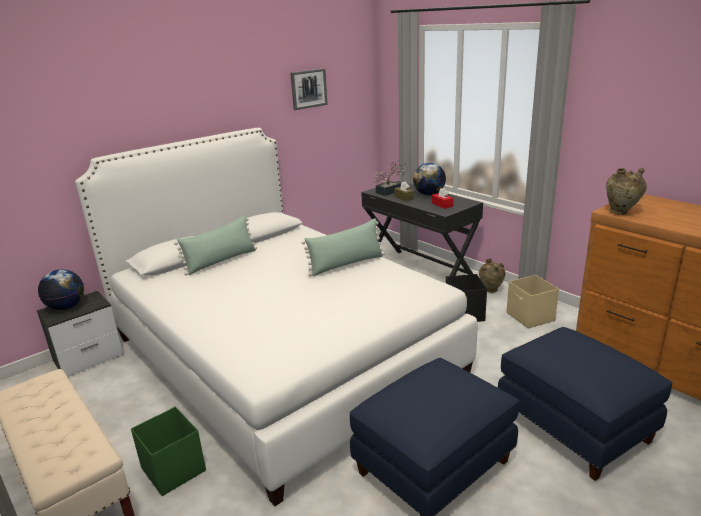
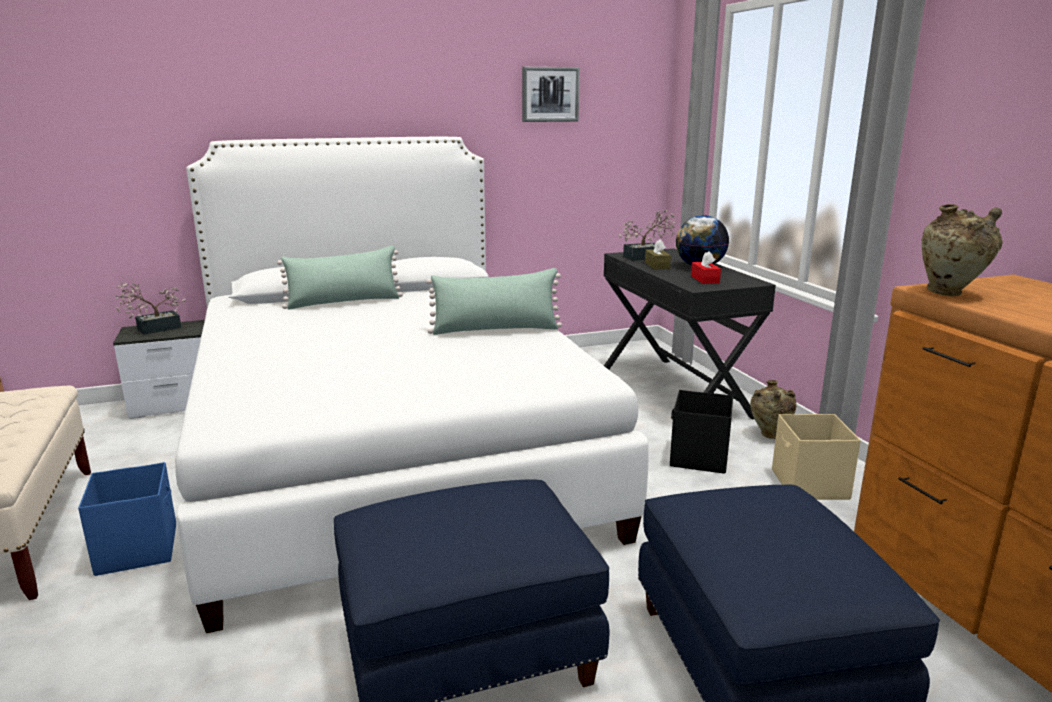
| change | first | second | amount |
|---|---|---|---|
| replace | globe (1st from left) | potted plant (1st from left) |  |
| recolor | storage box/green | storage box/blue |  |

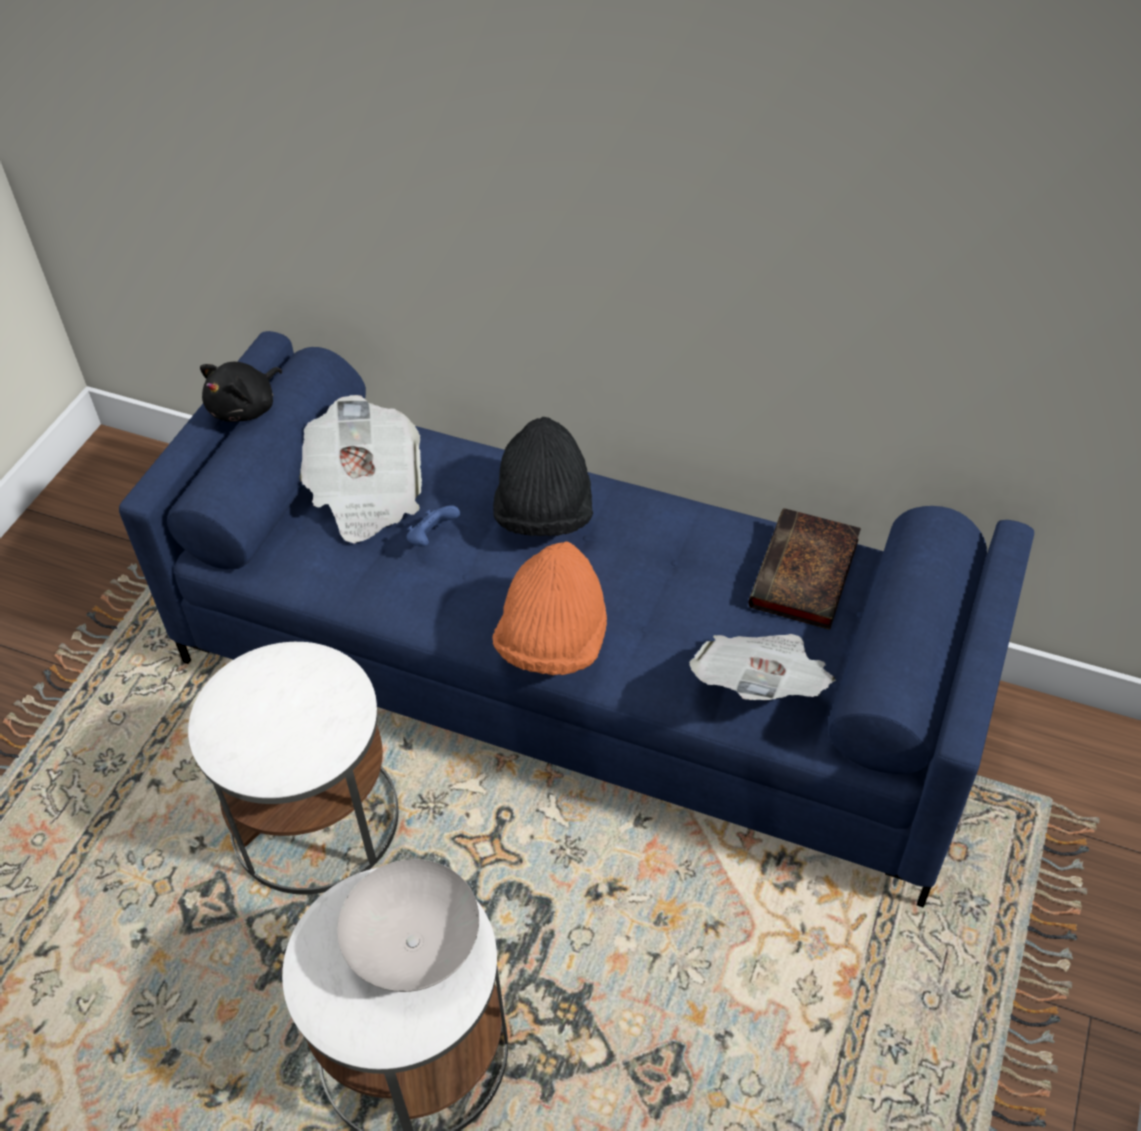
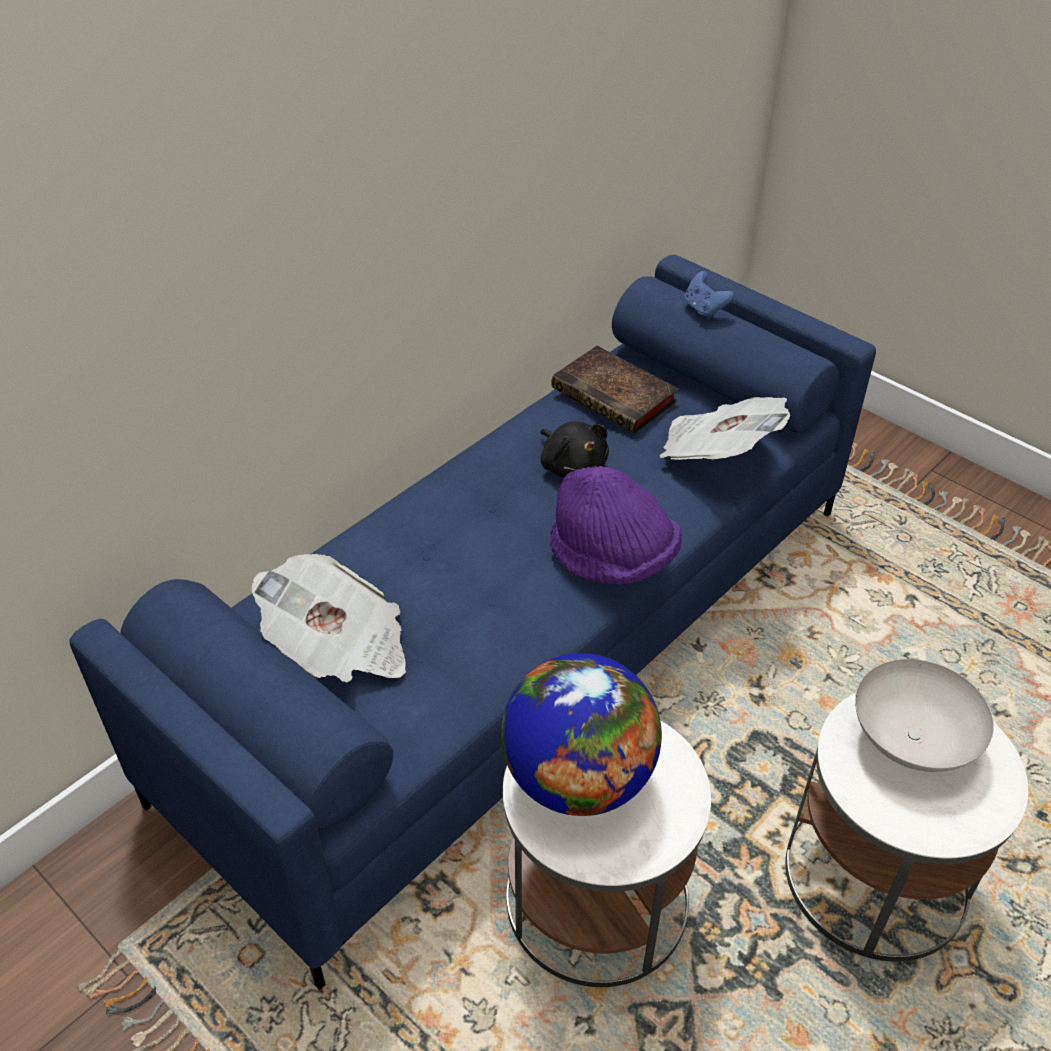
| change | first | second | amount |
|---|---|---|---|
| move | plush toy/black |  |  |
| delete | hat/black |  |  |
| move | game controller/blue |  |  |
| recolor | hat/orange | hat/purple |  |
| insert |  | globe |  |

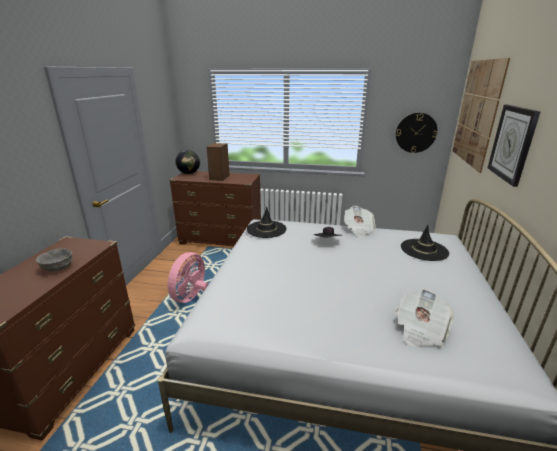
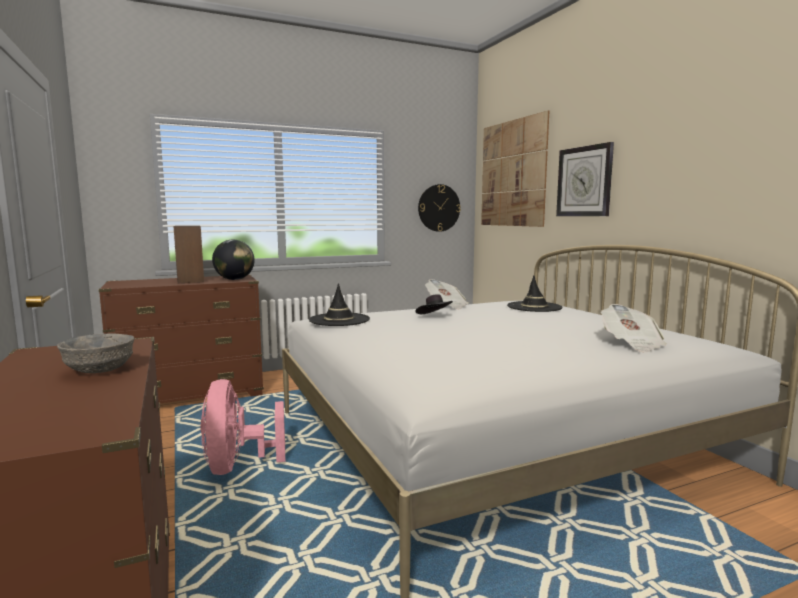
| change | first | second | amount |
|---|---|---|---|
| move | globe |  |  |

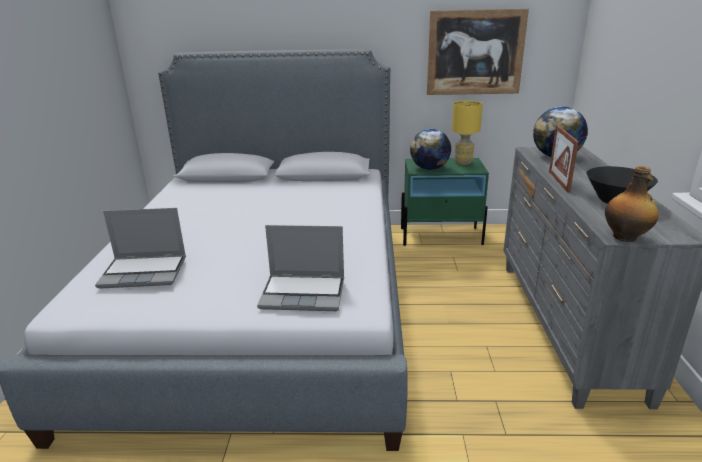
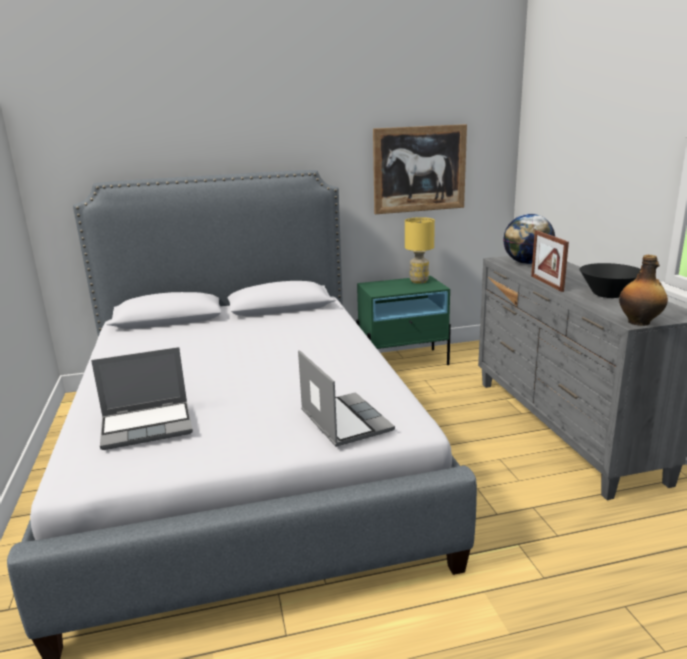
| change | first | second | amount |
|---|---|---|---|
| delete | globe (1st from left) |  |  |
| rotate | laptop (2nd from left) |  | 105 degrees counterclockwise |

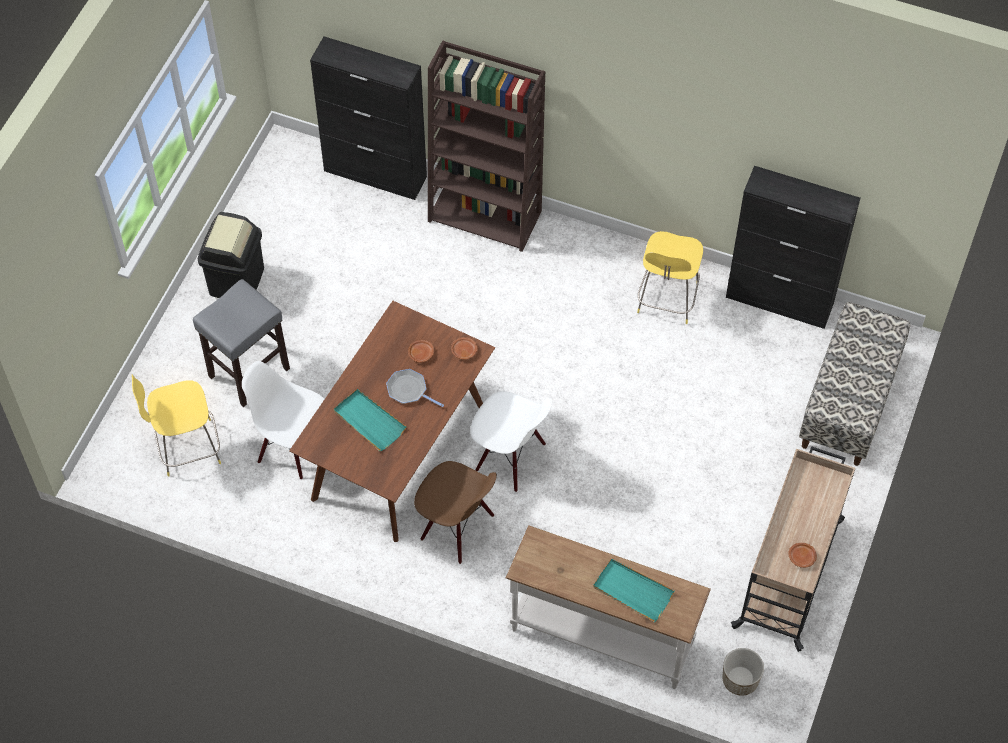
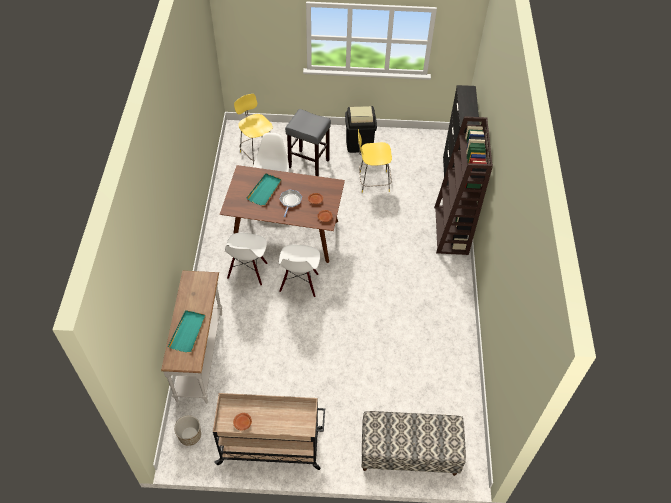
| change | first | second | amount |
|---|---|---|---|
| delete | cabinet/black (2nd from left) |  |  |
| move | stool/yellow (2nd from left) |  |  |
| recolor | chair/brown | chair/white (1st from left) |  |

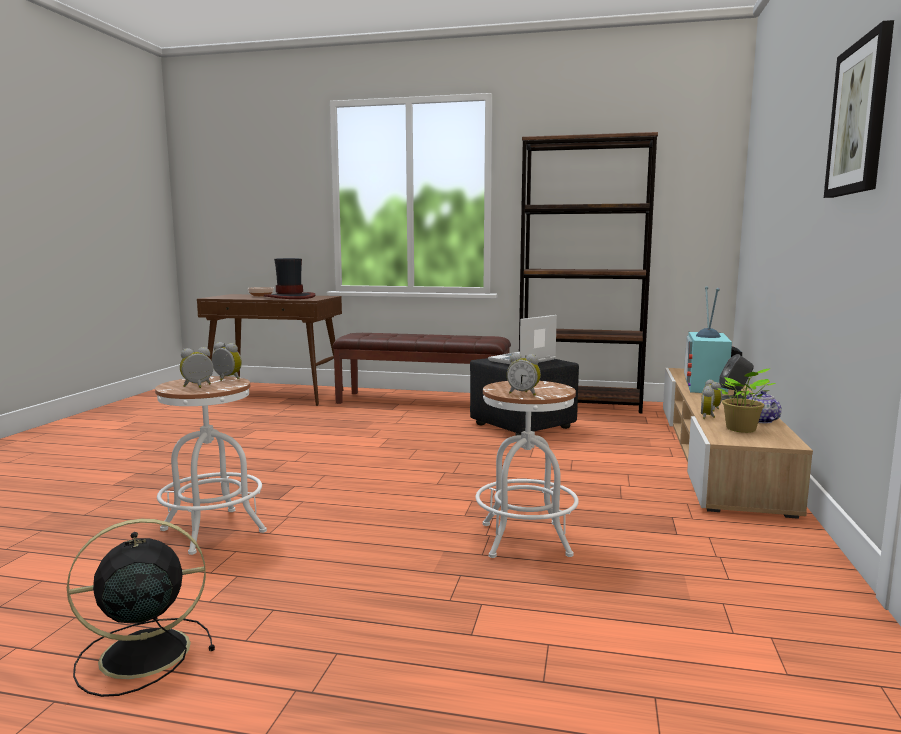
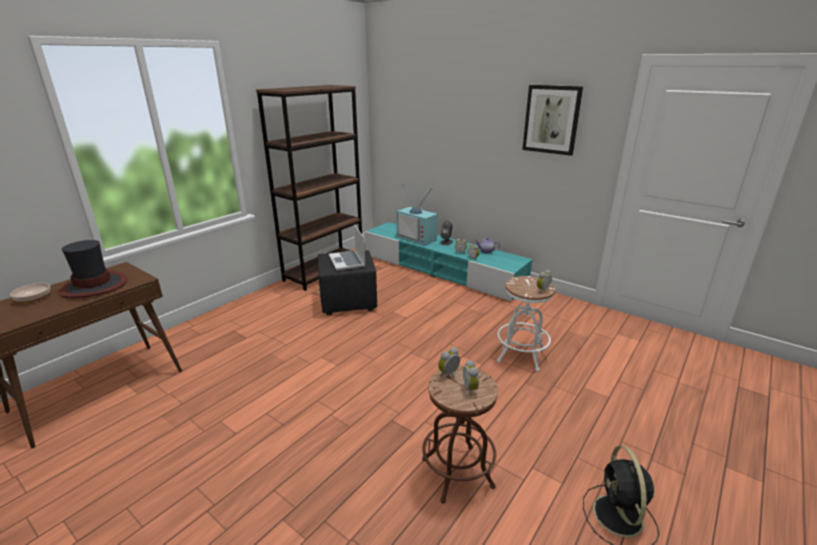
| change | first | second | amount |
|---|---|---|---|
| delete | bench/brown |  |  |
| recolor | tv stand/beige | tv stand/turquoise |  |
| delete | potted plant |  |  |
| recolor | stool/white (1st from left) | stool/brown |  |

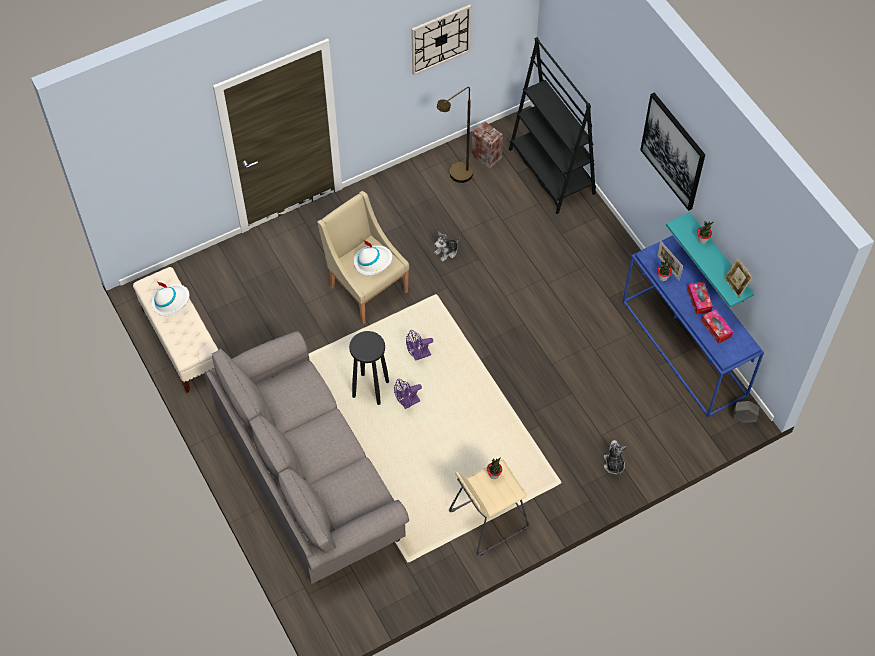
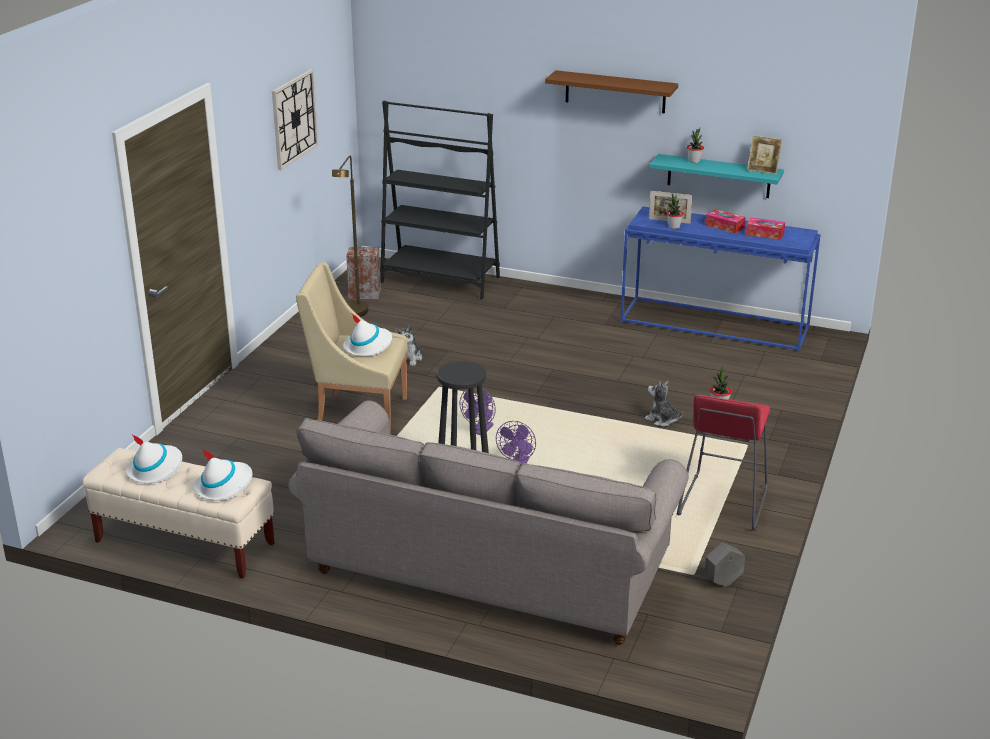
| change | first | second | amount |
|---|---|---|---|
| replace | picture | shelf/brown |  |
| move | planter/grey |  |  |
| move | plush toy (2nd from left) |  |  |
| recolor | stool/beige | stool/red |  |
| insert |  | hat/white (2nd from left) |  |

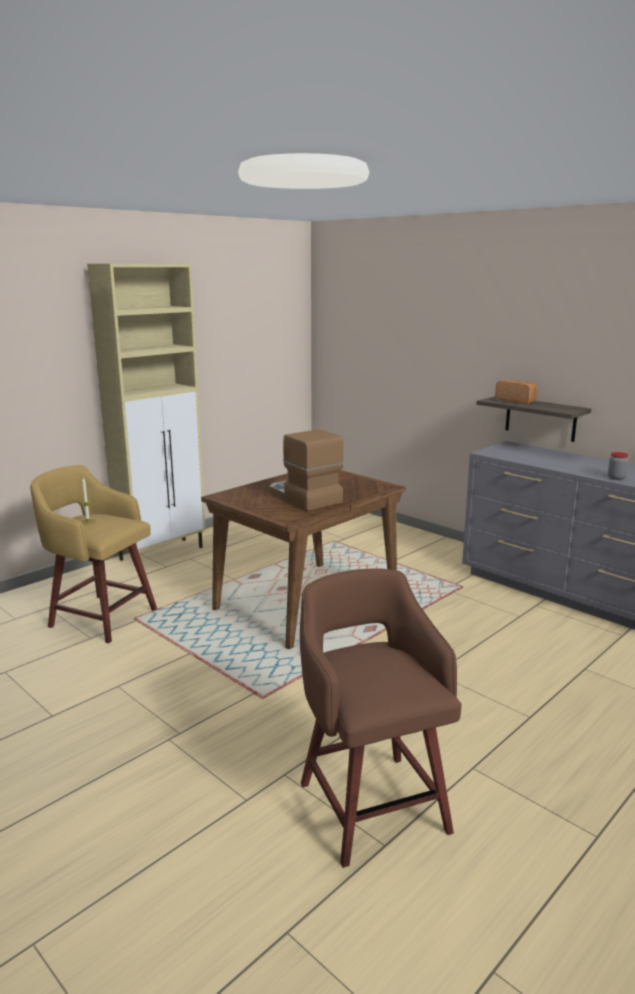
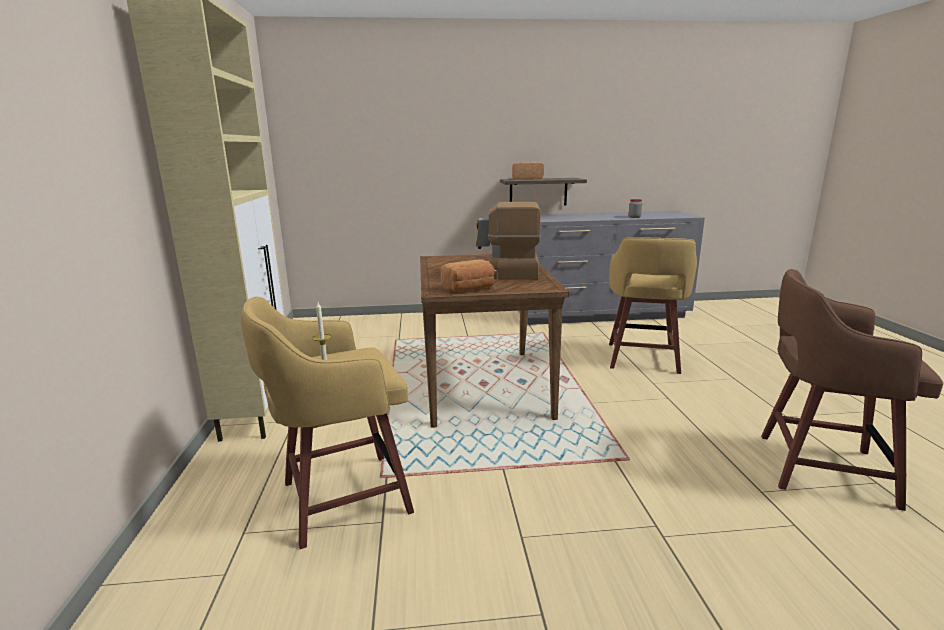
| change | first | second | amount |
|---|---|---|---|
| insert |  | stool/yellow (2nd from left) |  |
| insert |  | bread (1st from left) |  |

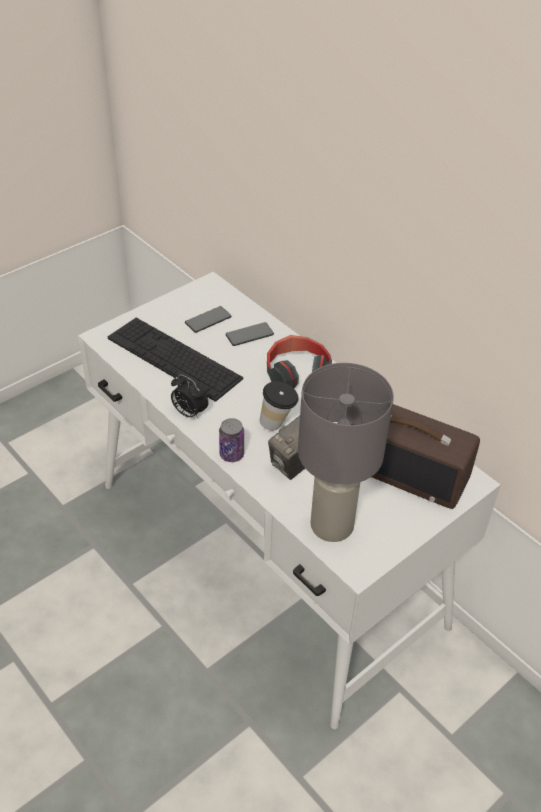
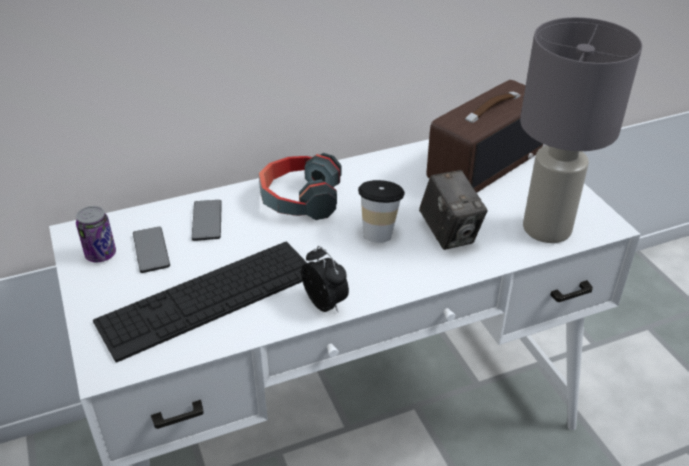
| change | first | second | amount |
|---|---|---|---|
| rotate | alarm clock |  | 90 degrees counterclockwise |
| move | can |  |  |

